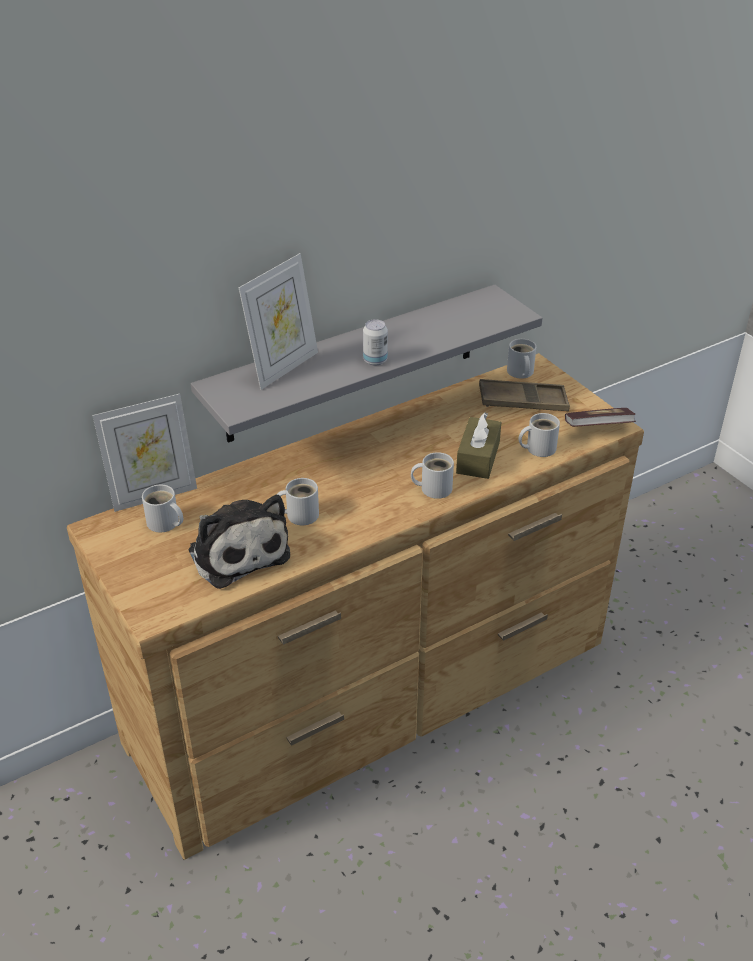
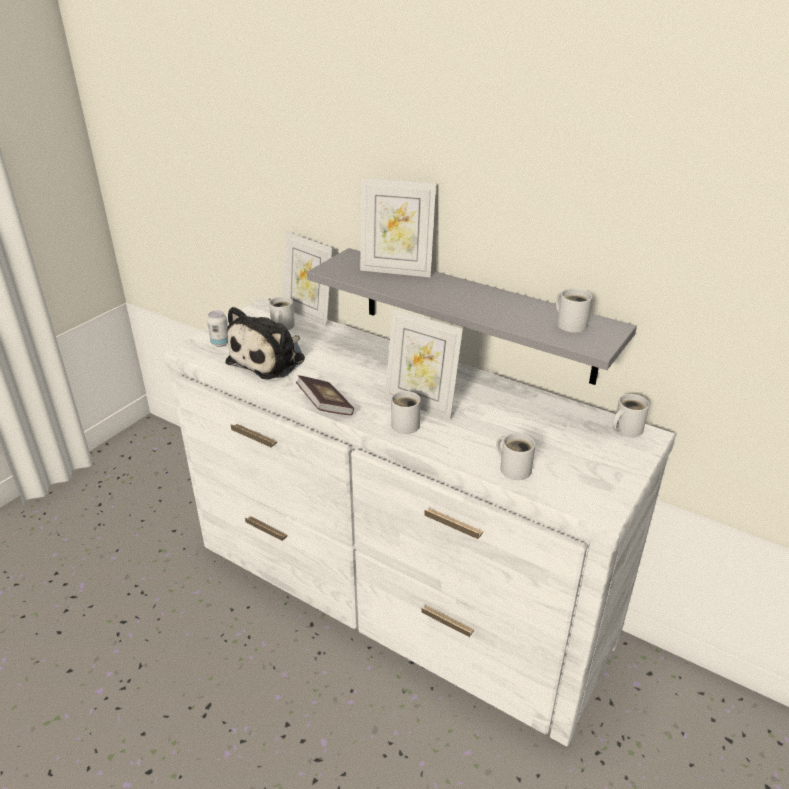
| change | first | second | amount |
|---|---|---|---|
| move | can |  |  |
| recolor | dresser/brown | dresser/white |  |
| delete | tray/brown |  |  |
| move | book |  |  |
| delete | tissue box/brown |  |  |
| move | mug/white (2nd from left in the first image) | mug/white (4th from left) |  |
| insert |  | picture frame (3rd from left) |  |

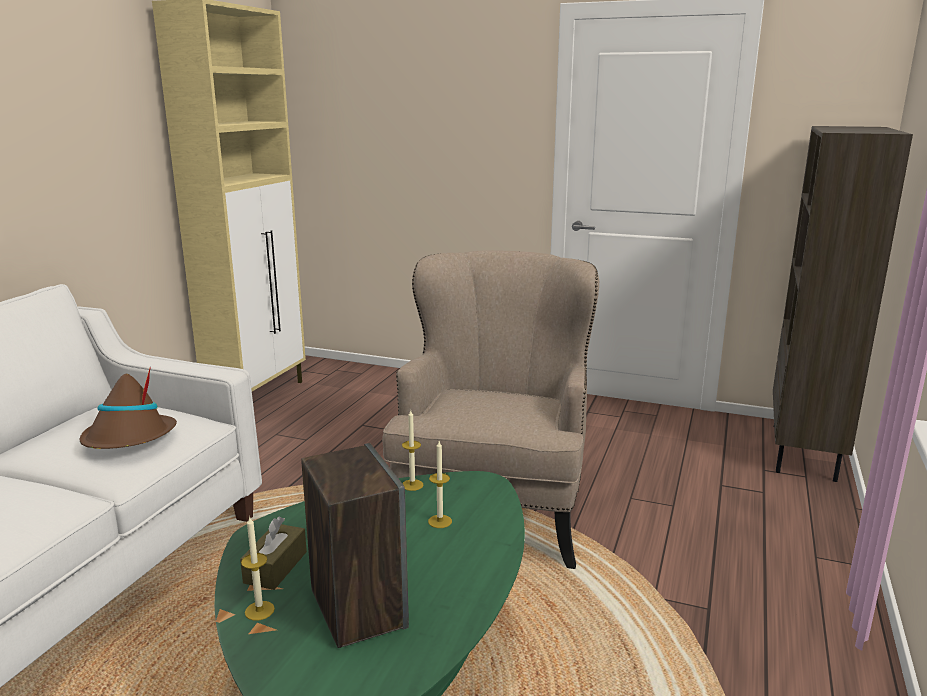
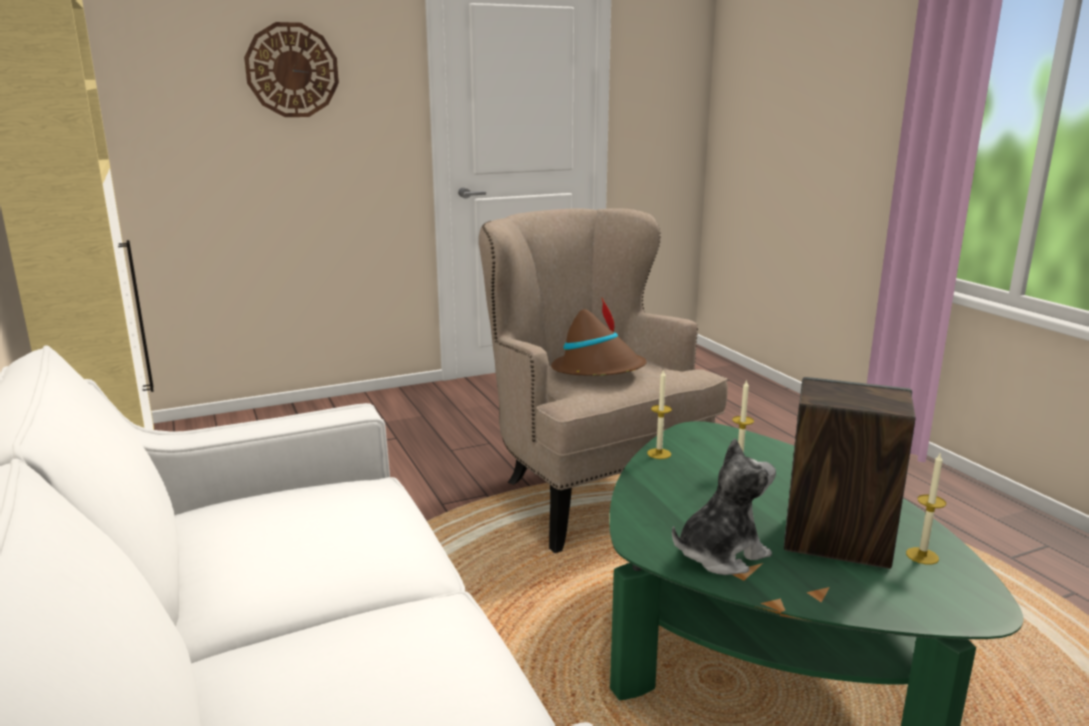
| change | first | second | amount |
|---|---|---|---|
| delete | bookcase/brown |  |  |
| move | hat/brown |  |  |
| replace | tissue box/brown | plush toy |  |
| move | candle (1st from left in the first image) | candle (3rd from left) |  |
| insert |  | wall clock |  |

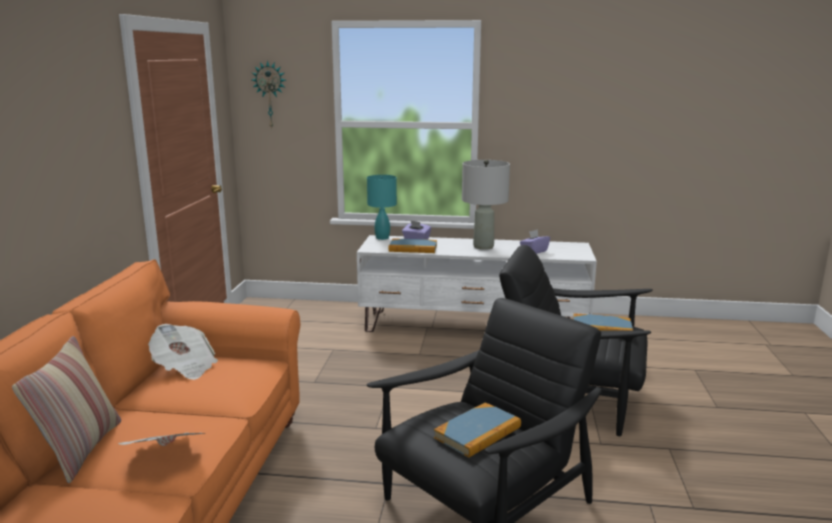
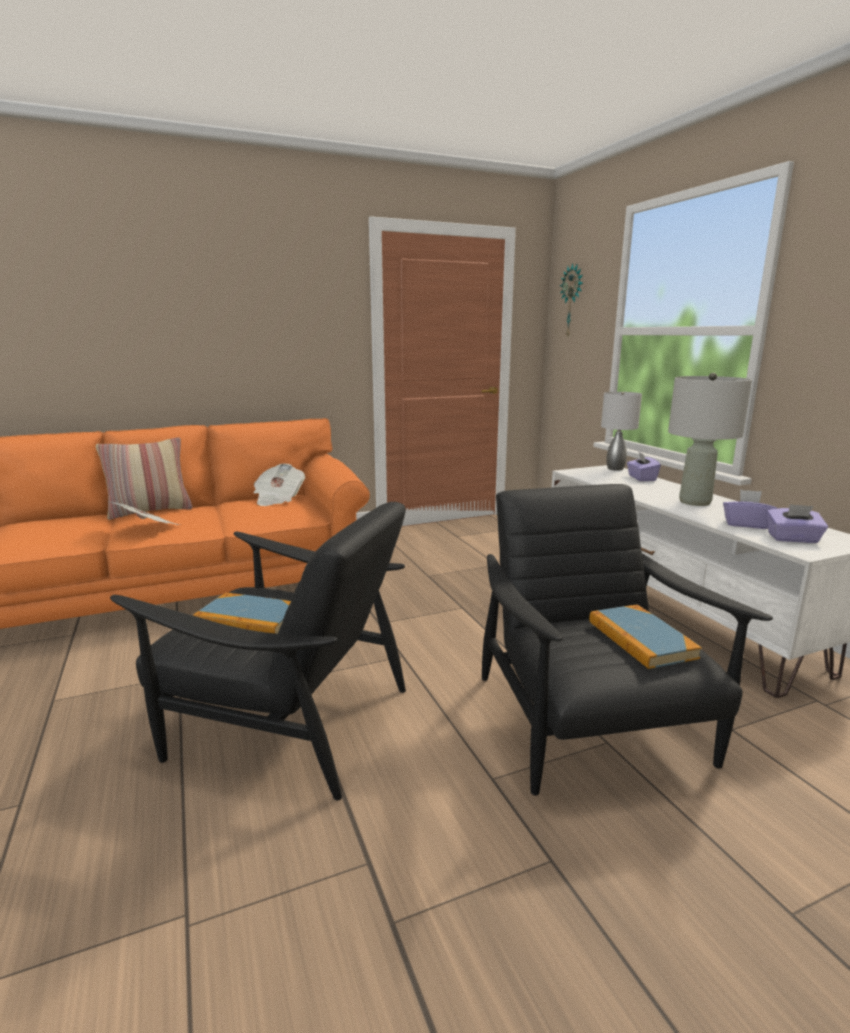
| change | first | second | amount |
|---|---|---|---|
| recolor | table lamp/turquoise | table lamp/grey (1st from left) |  |
| delete | book (1st from left) |  |  |
| insert |  | tissue box/purple (3rd from left) |  |

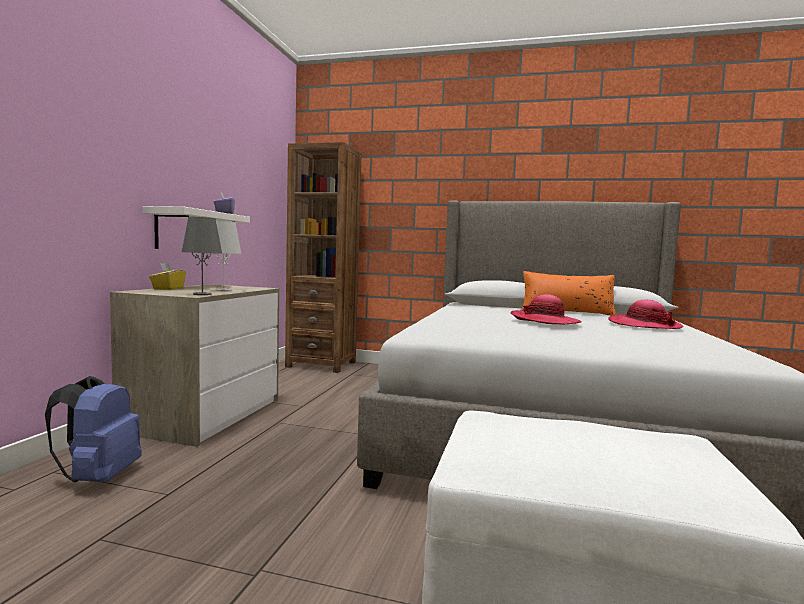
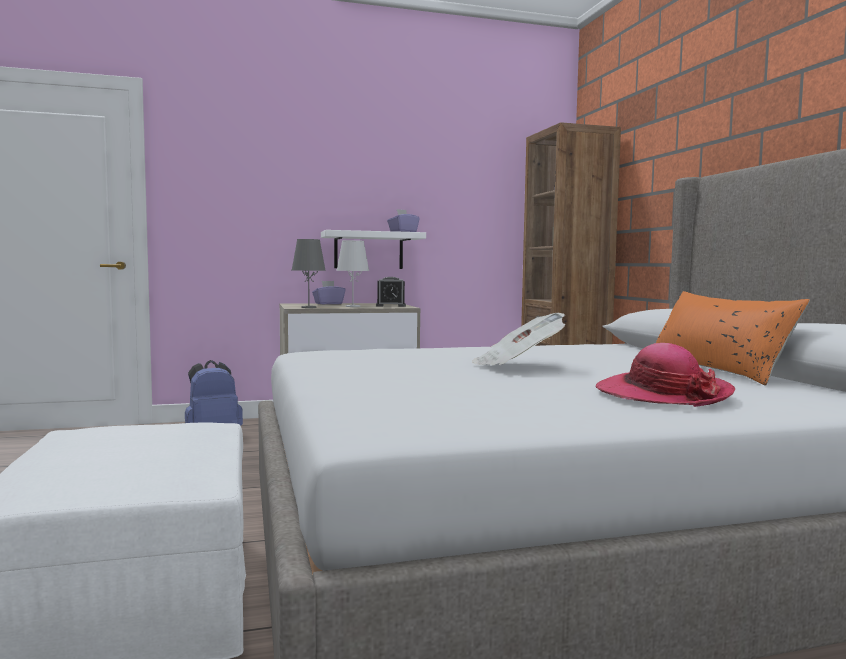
| change | first | second | amount |
|---|---|---|---|
| recolor | tissue box/yellow | tissue box/purple (1st from left) |  |
| replace | hat (1st from left) | newspaper |  |
| insert |  | alarm clock |  |

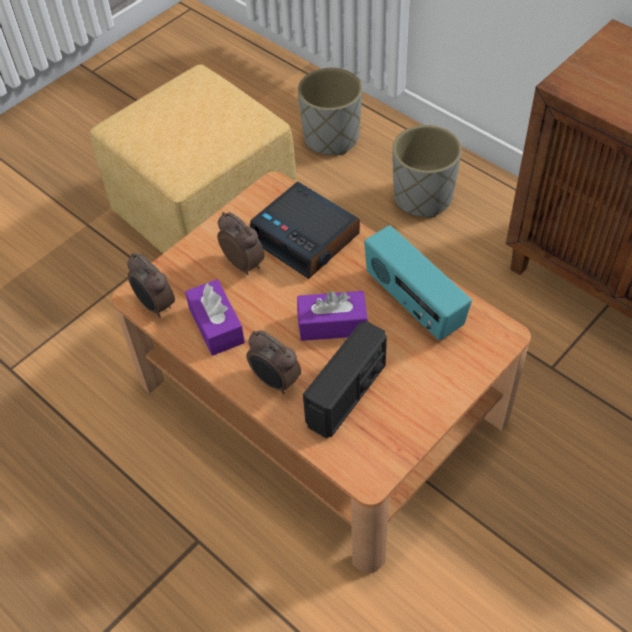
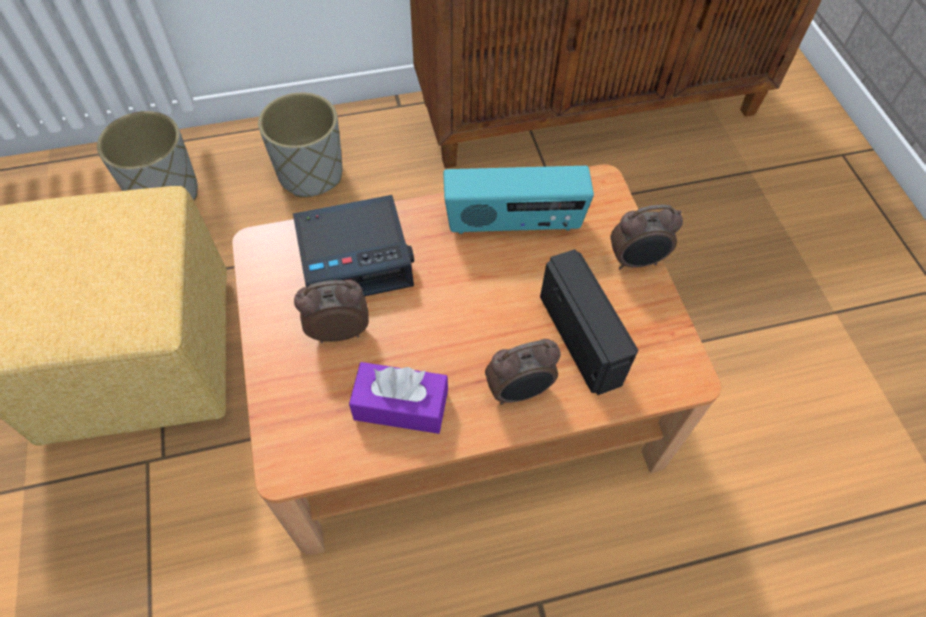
| change | first | second | amount |
|---|---|---|---|
| move | alarm clock (1st from left in the first image) | alarm clock (4th from left) |  |
| delete | tissue box/purple (2nd from left) |  |  |

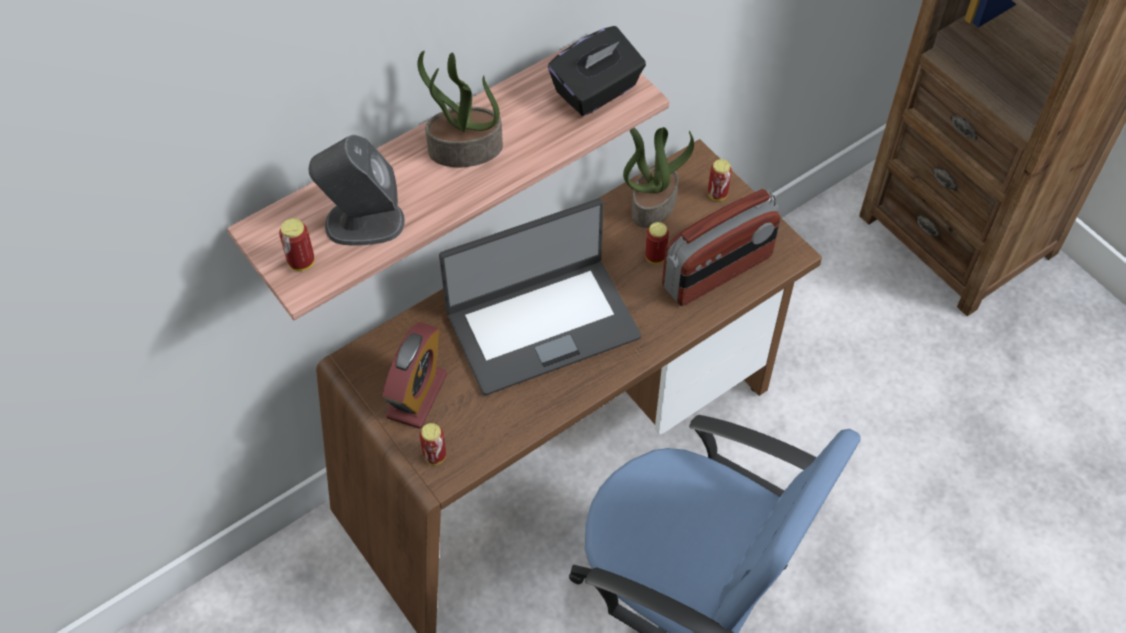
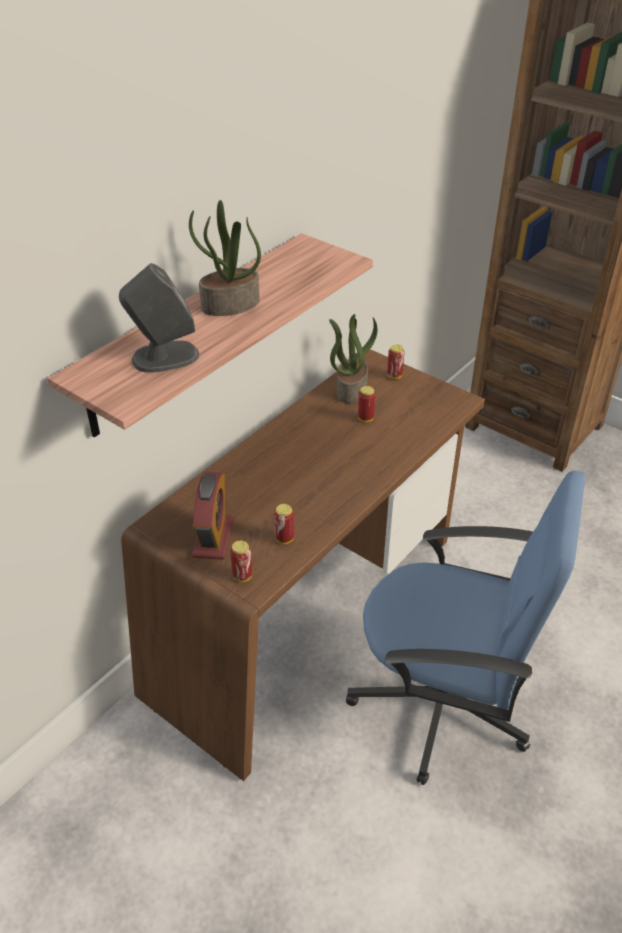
| change | first | second | amount |
|---|---|---|---|
| delete | tissue box/black |  |  |
| delete | radio |  |  |
| delete | laptop |  |  |
| move | can (1st from left in the first image) | can (2nd from left) |  |

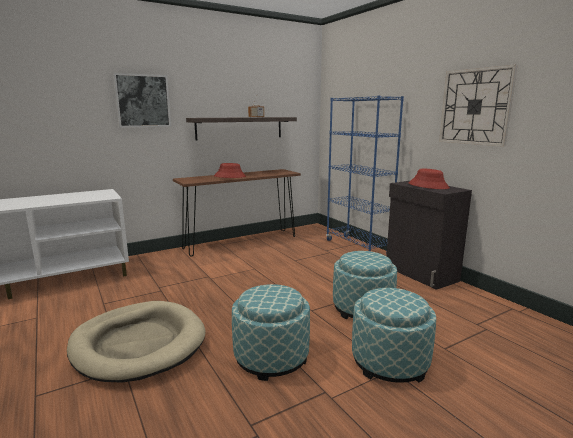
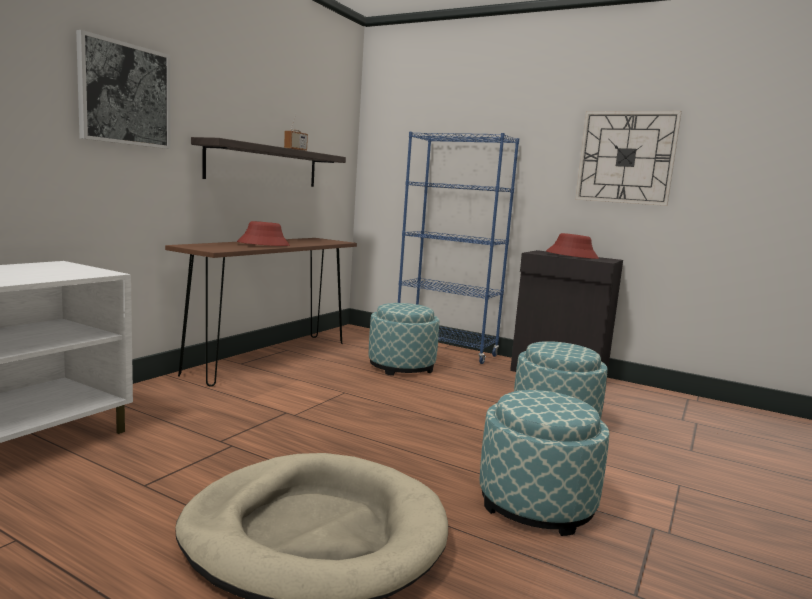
| change | first | second | amount |
|---|---|---|---|
| move | ottoman (3rd from left in the first image) | ottoman (1st from left) |  |

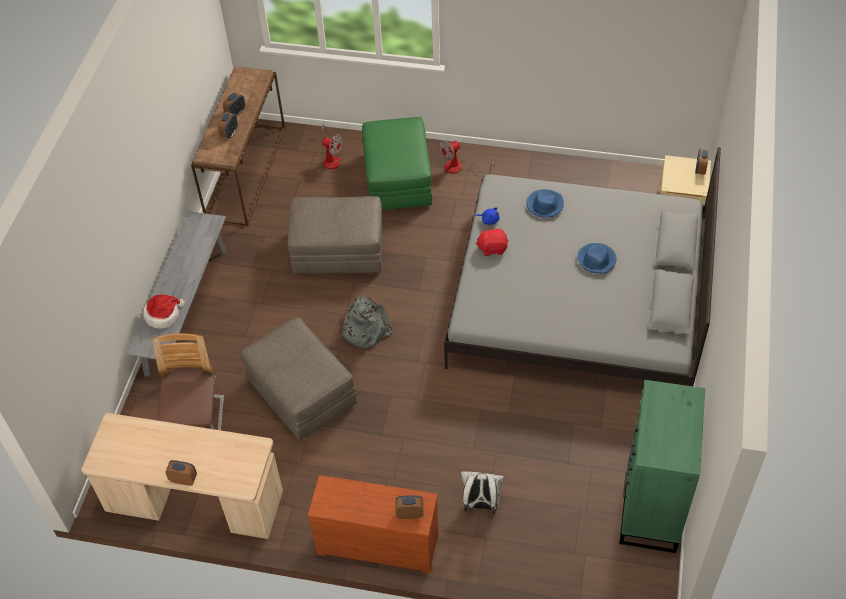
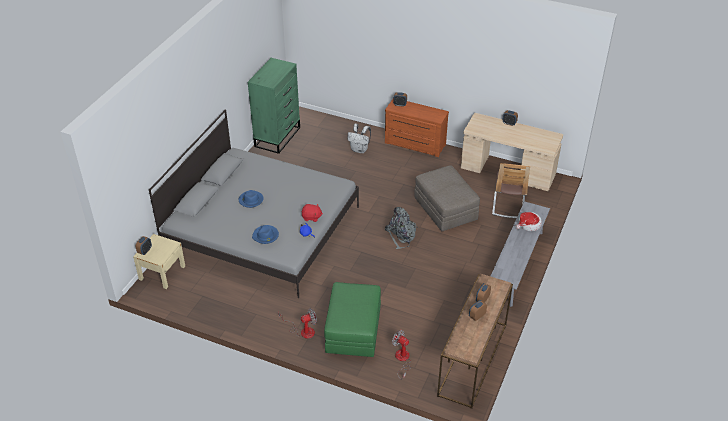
| change | first | second | amount |
|---|---|---|---|
| delete | ottoman/grey (2nd from left) |  |  |

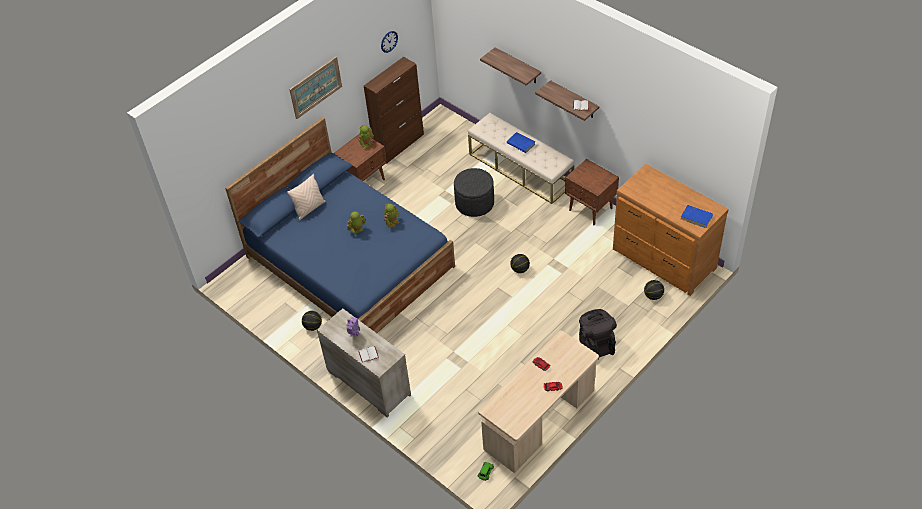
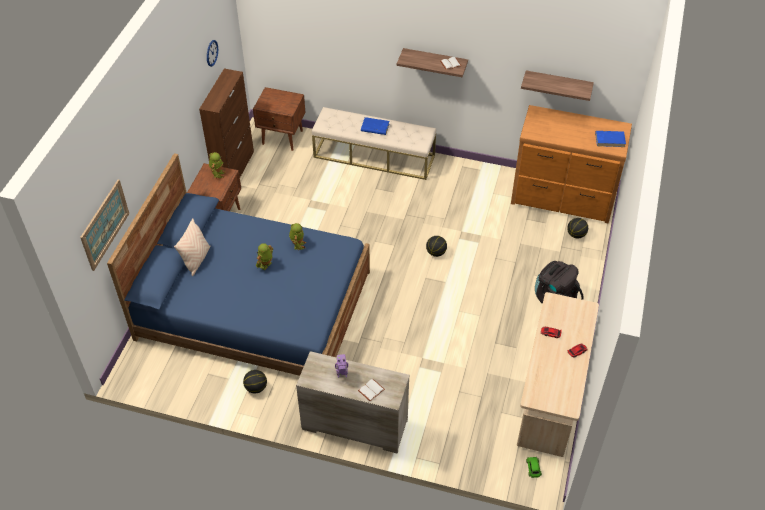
| change | first | second | amount |
|---|---|---|---|
| move | shelf (1st from left in the first image) | shelf (2nd from left) |  |
| move | picture |  |  |
| move | nightstand/brown (2nd from left) |  |  |
| delete | ottoman/grey |  |  |

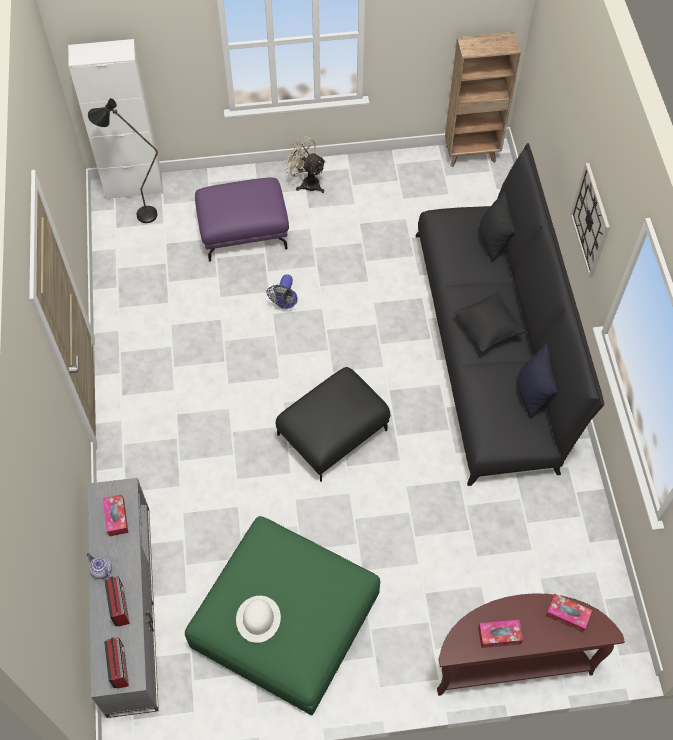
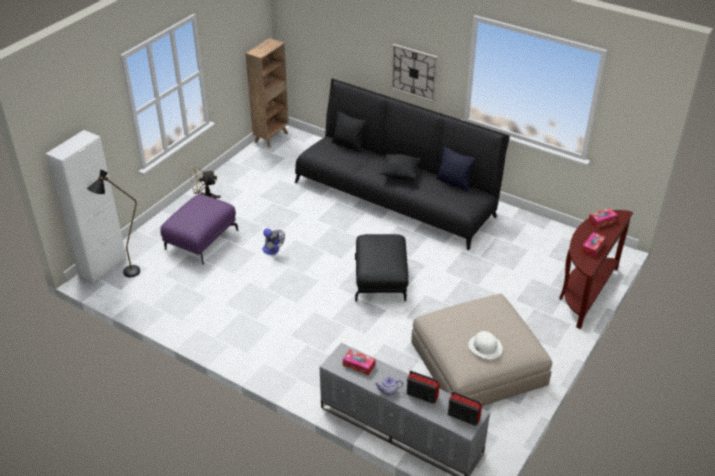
| change | first | second | amount |
|---|---|---|---|
| recolor | ottoman/green | ottoman/beige |  |

